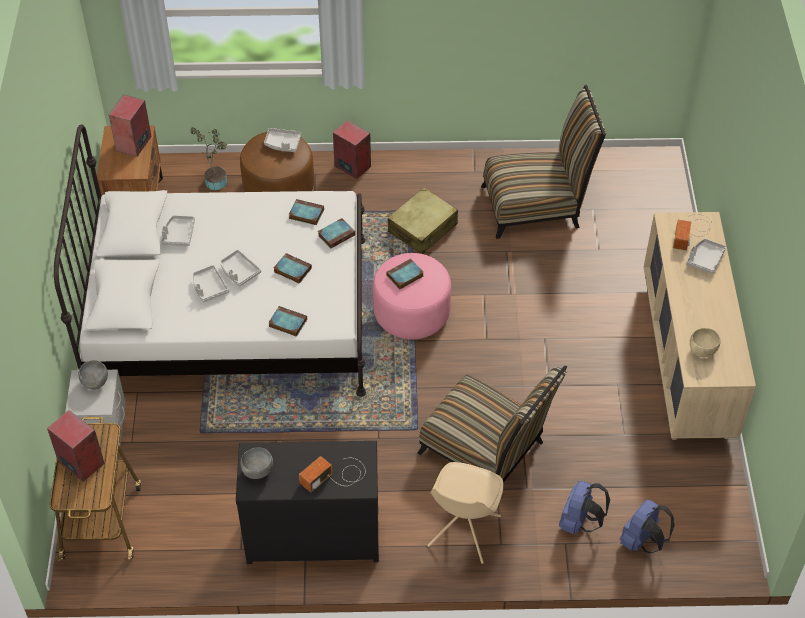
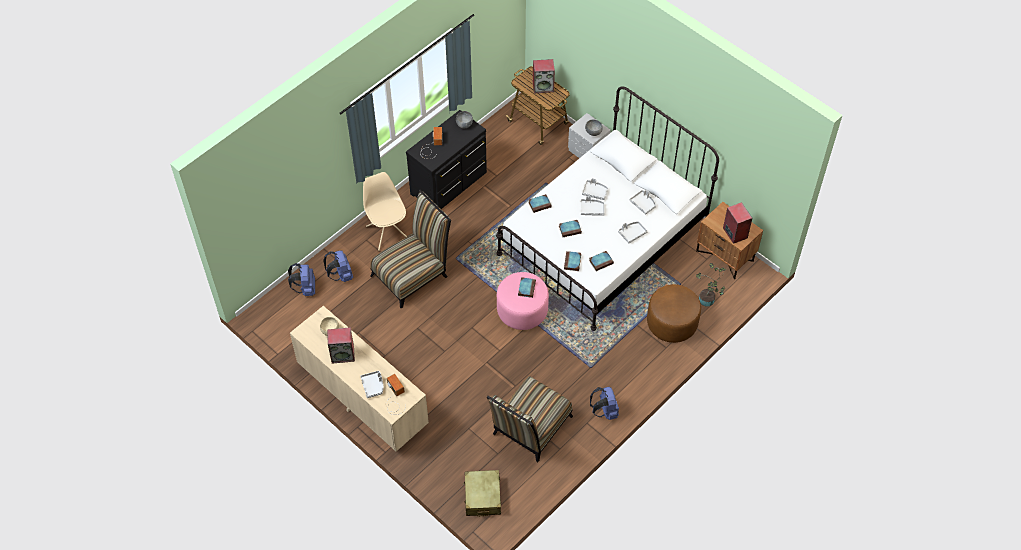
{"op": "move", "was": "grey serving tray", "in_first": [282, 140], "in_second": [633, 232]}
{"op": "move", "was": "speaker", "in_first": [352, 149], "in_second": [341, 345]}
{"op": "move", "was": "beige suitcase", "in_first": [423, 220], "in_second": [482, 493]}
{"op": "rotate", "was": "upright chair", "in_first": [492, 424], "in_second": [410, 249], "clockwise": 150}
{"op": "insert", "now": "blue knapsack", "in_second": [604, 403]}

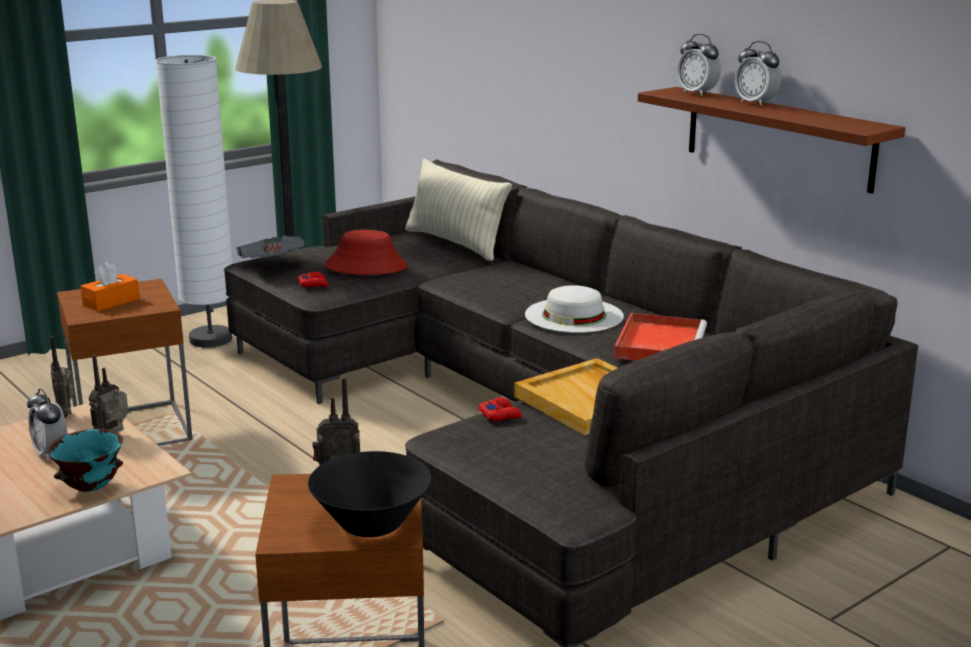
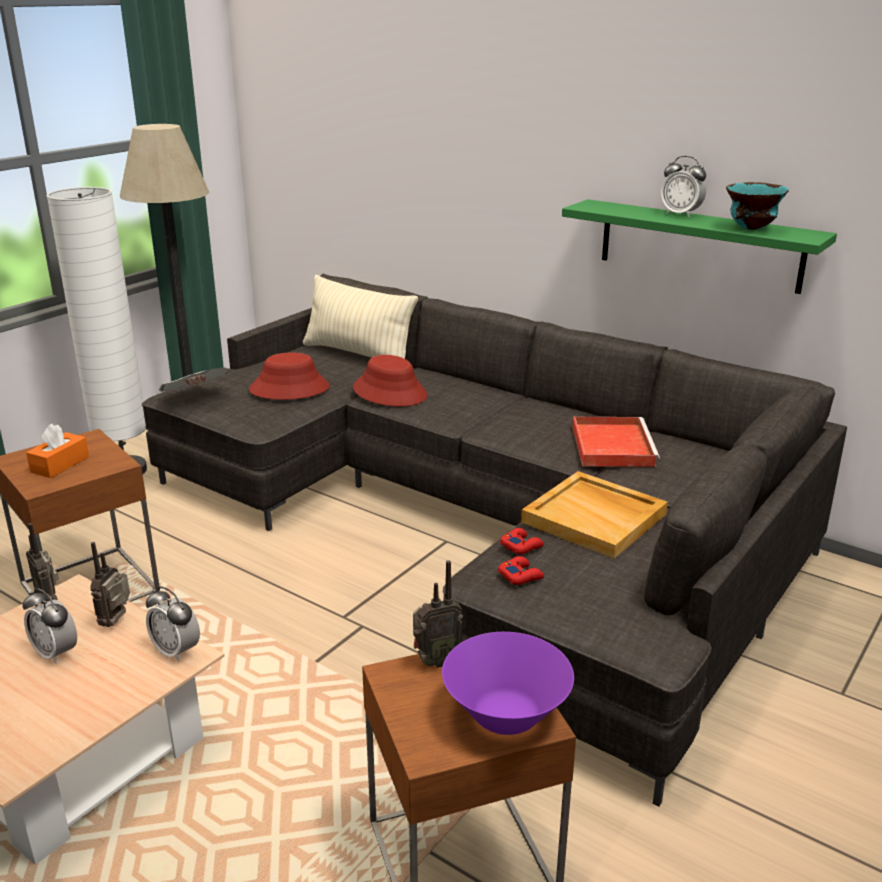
{"op": "move", "was": "turquoise-coloured bowl", "in_first": [85, 460], "in_second": [757, 206]}
{"op": "move", "was": "reddish game controller", "in_first": [313, 279], "in_second": [521, 570]}
{"op": "recolor", "was": "blackish bowl", "now": "purple bowl", "in_first": [369, 494], "in_second": [508, 683]}
{"op": "delete", "was": "white clothing hat", "in_first": [574, 309]}
{"op": "recolor", "was": "brown-coloured wall shelf", "now": "greenish wall shelf", "in_first": [771, 140], "in_second": [699, 246]}
{"op": "move", "was": "table clock", "in_first": [699, 65], "in_second": [173, 624]}
{"op": "insert", "now": "reddish clothing hat", "in_second": [390, 380]}

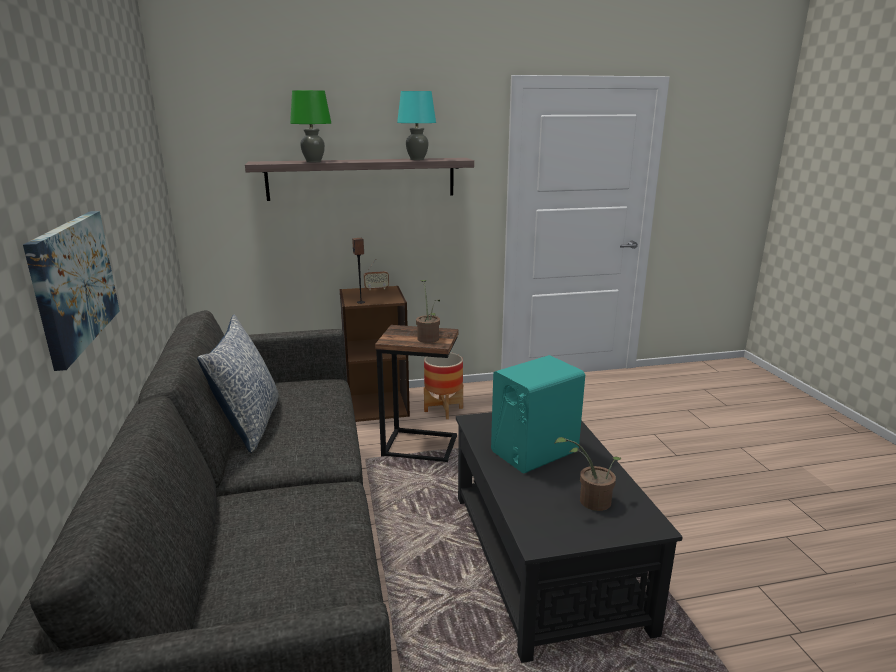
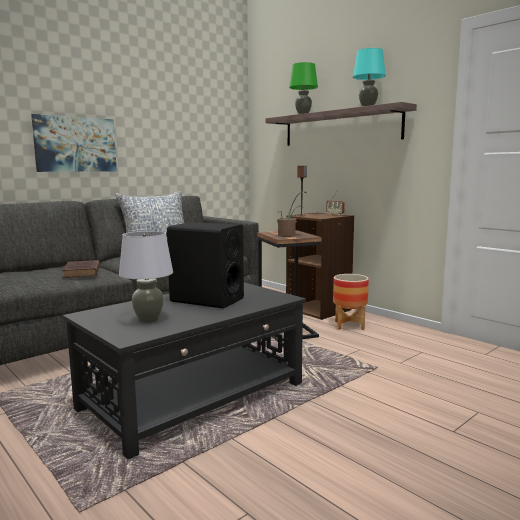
{"op": "recolor", "was": "turquoise-coloured speaker", "now": "blackish speaker", "in_first": [538, 414], "in_second": [205, 265]}
{"op": "replace", "was": "plant in a pot", "now": "grey tabletop lamp", "in_first": [587, 474], "in_second": [146, 277]}
{"op": "insert", "now": "brown-coloured book", "in_second": [81, 269]}

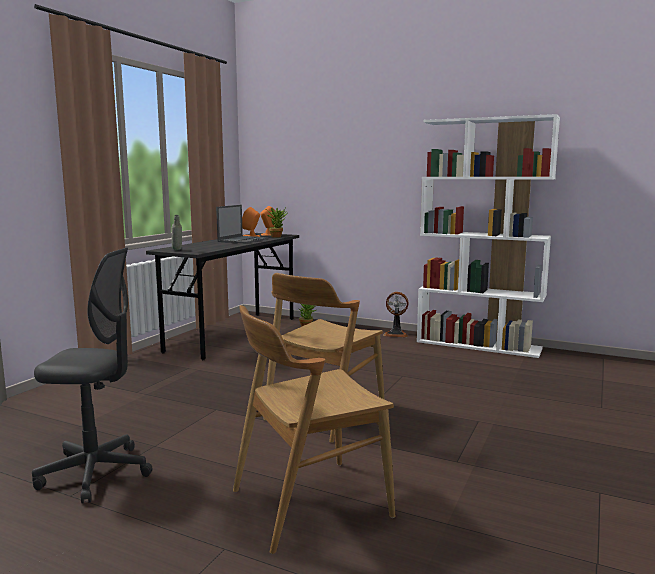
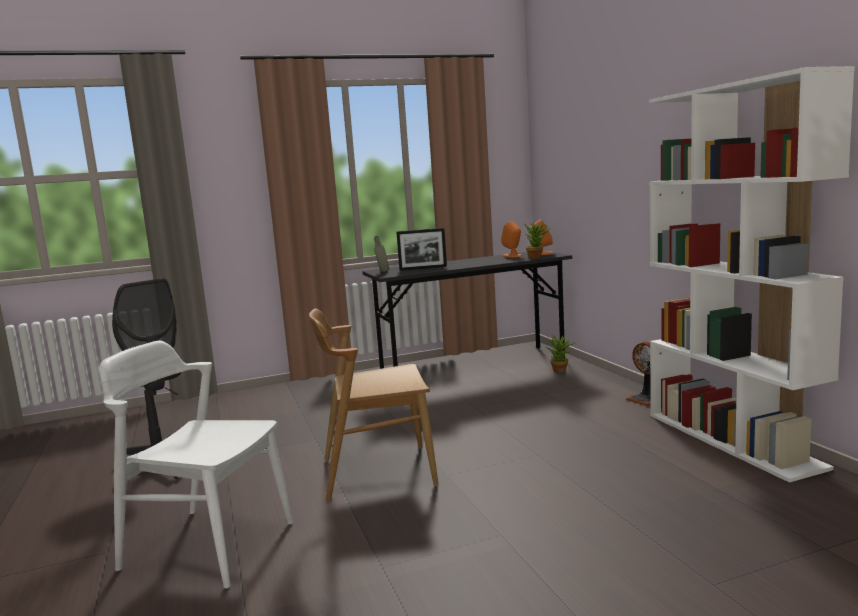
{"op": "delete", "was": "notebook computer", "in_first": [242, 224]}
{"op": "recolor", "was": "brown-coloured upright chair", "now": "white upright chair", "in_first": [314, 429], "in_second": [196, 465]}
{"op": "insert", "now": "photo frame", "in_second": [421, 249]}

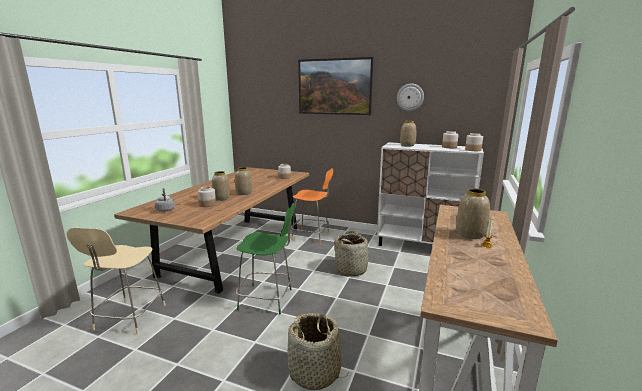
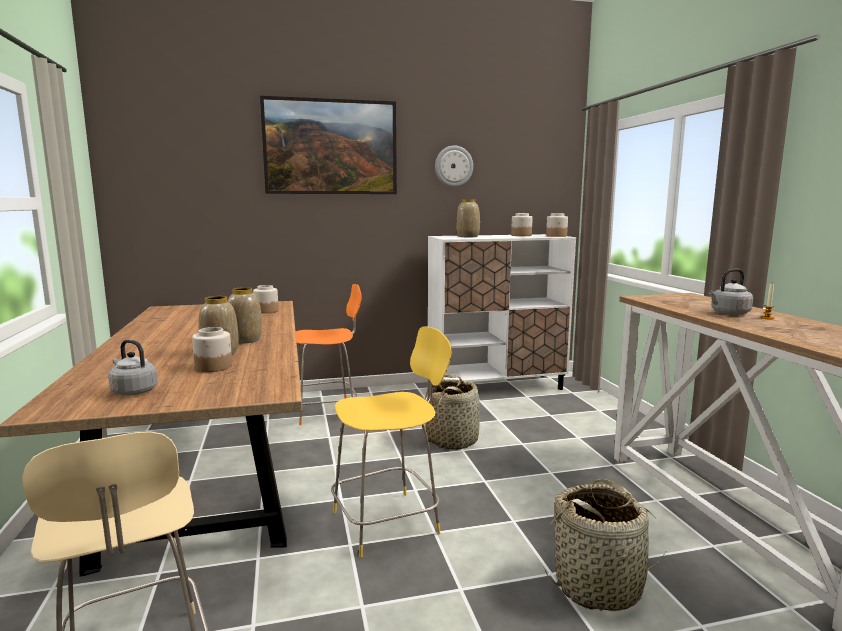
{"op": "recolor", "was": "greenish upright chair", "now": "yellow upright chair", "in_first": [265, 258], "in_second": [391, 441]}
{"op": "replace", "was": "vase", "now": "grey kettle", "in_first": [473, 213], "in_second": [730, 292]}

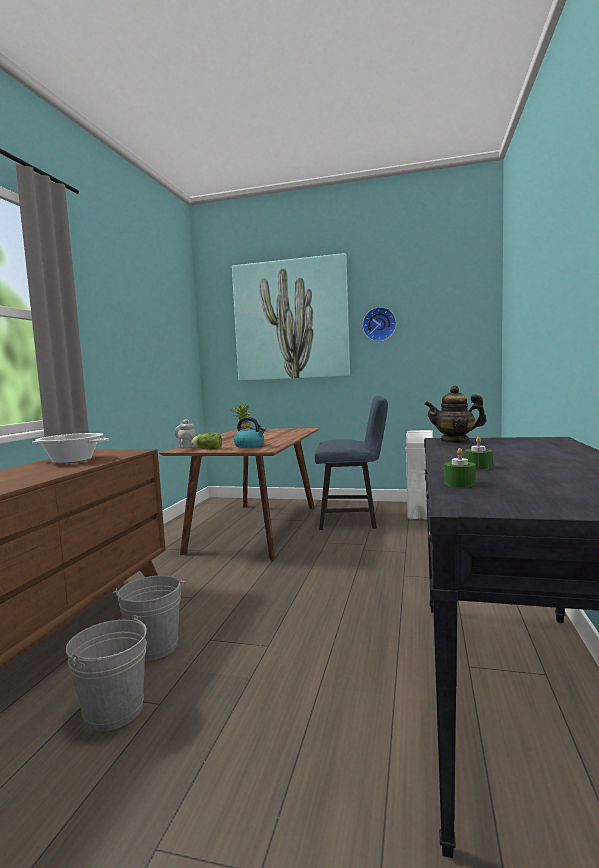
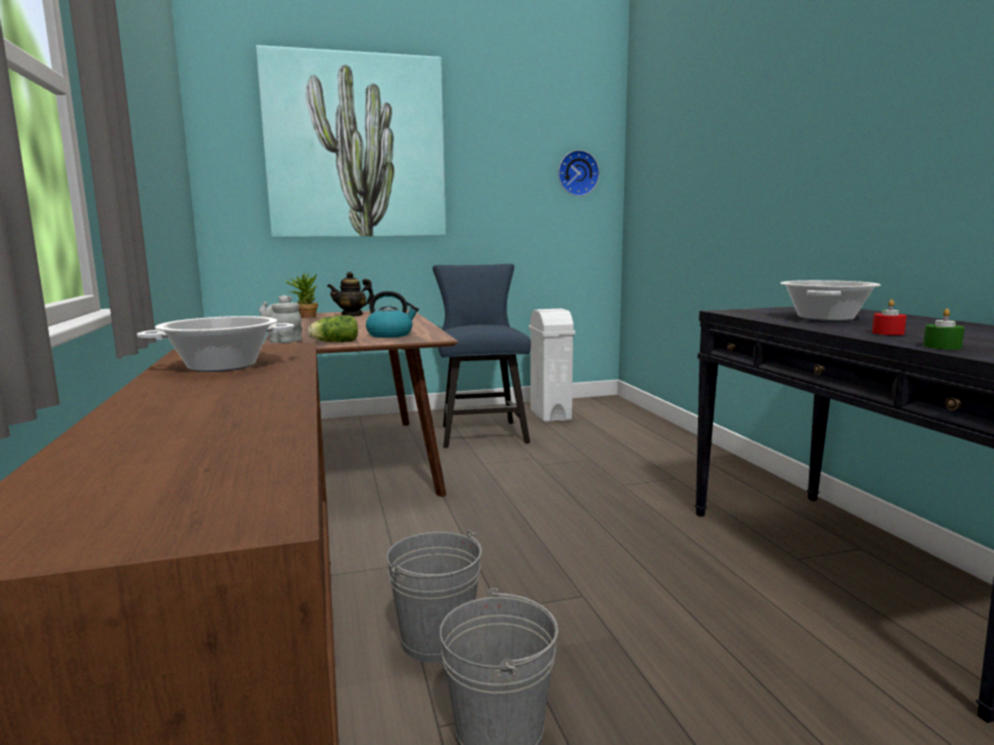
{"op": "rotate", "was": "blue upright chair", "in_first": [351, 463], "in_second": [482, 356], "clockwise": -75}
{"op": "move", "was": "clock on the wall", "in_first": [379, 324], "in_second": [579, 173]}
{"op": "move", "was": "pot for tea", "in_first": [455, 414], "in_second": [350, 294]}
{"op": "recolor", "was": "greenish wax light", "now": "reddish wax light", "in_first": [478, 453], "in_second": [889, 317]}
{"op": "insert", "now": "saucepot", "in_second": [830, 300]}

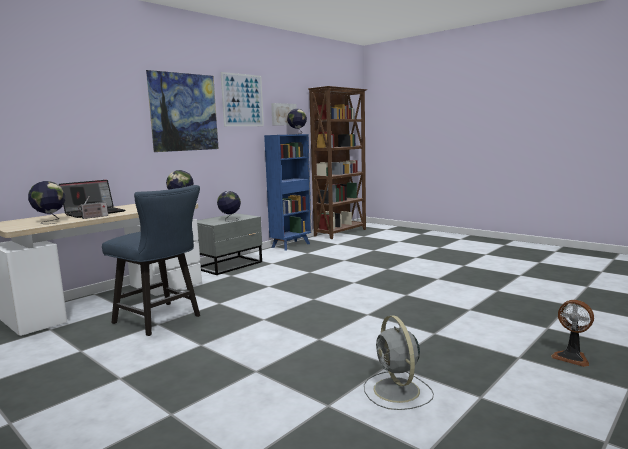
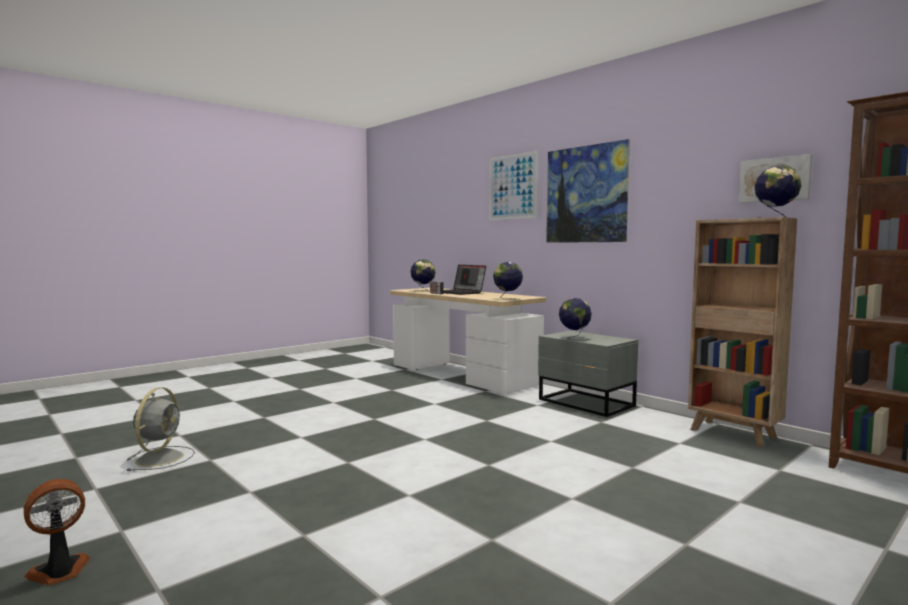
{"op": "delete", "was": "blue upright chair", "in_first": [151, 260]}
{"op": "move", "was": "wall picture", "in_first": [242, 99], "in_second": [513, 185]}
{"op": "recolor", "was": "blue bookshelf", "now": "brown-coloured bookshelf", "in_first": [288, 192], "in_second": [742, 332]}
{"op": "rotate", "was": "grey fan", "in_first": [399, 362], "in_second": [161, 429], "clockwise": 105}

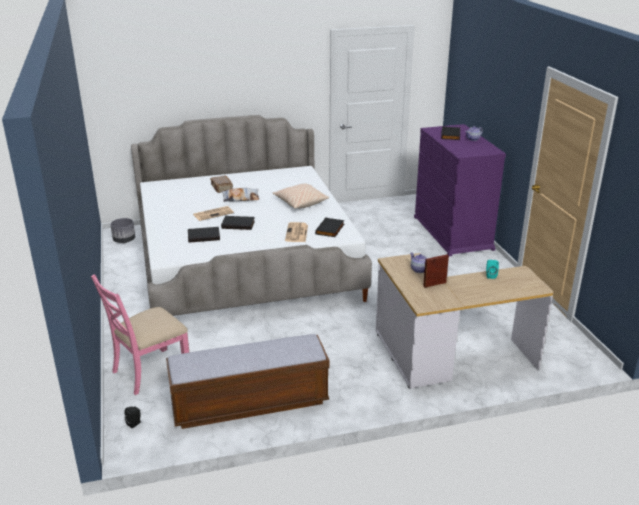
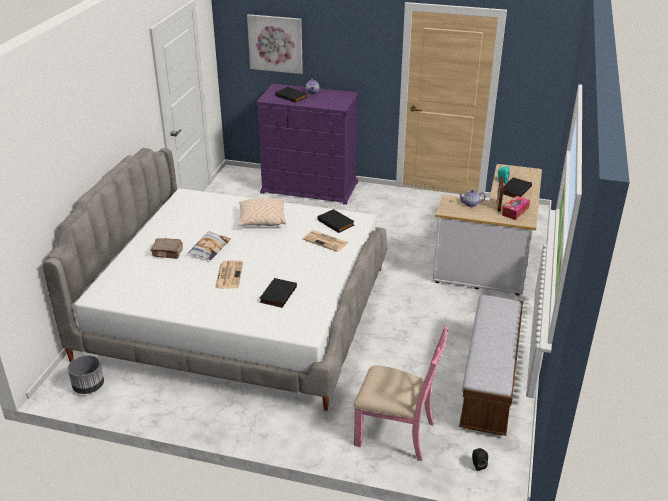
{"op": "rotate", "was": "pink upright chair", "in_first": [140, 334], "in_second": [401, 393], "clockwise": -60}
{"op": "move", "was": "blackish book", "in_first": [238, 223], "in_second": [517, 187]}
{"op": "insert", "now": "wall picture", "in_second": [275, 44]}
{"op": "insert", "now": "tissue box", "in_second": [516, 208]}

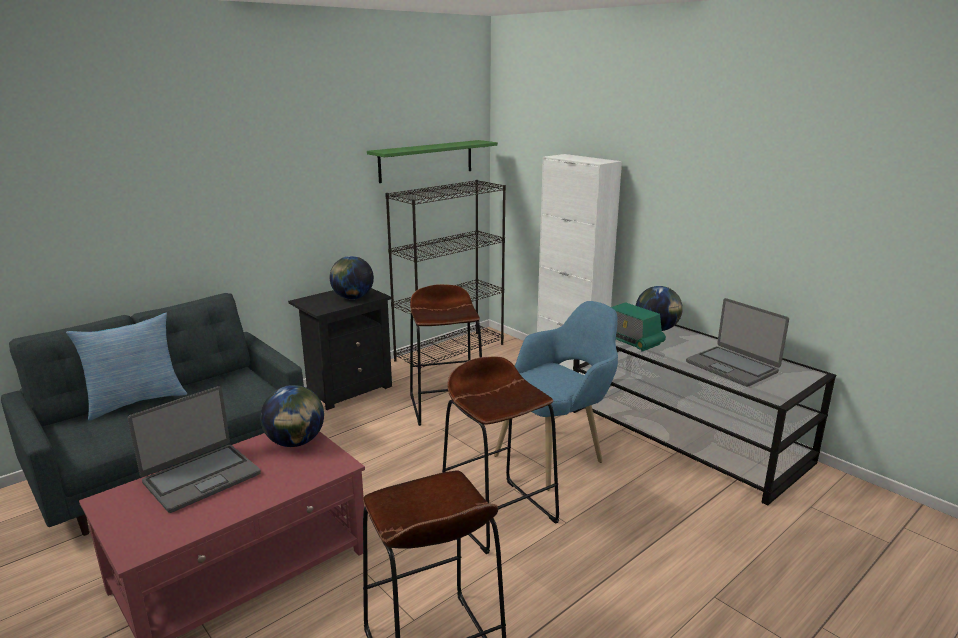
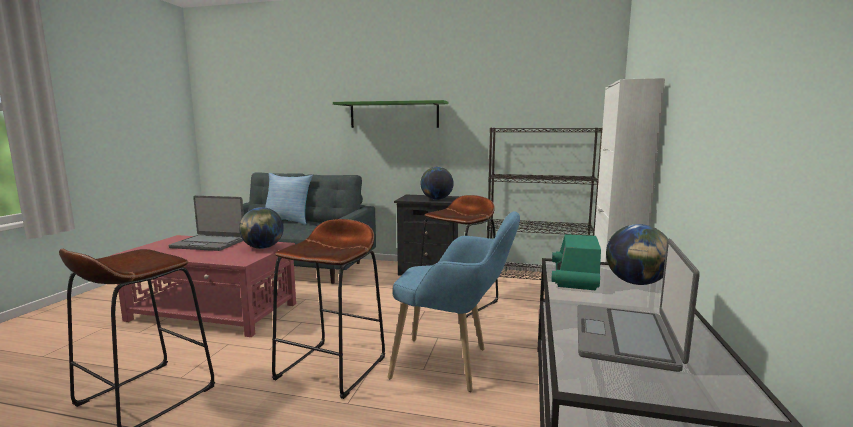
{"op": "move", "was": "greenish wall shelf", "in_first": [432, 161], "in_second": [390, 114]}

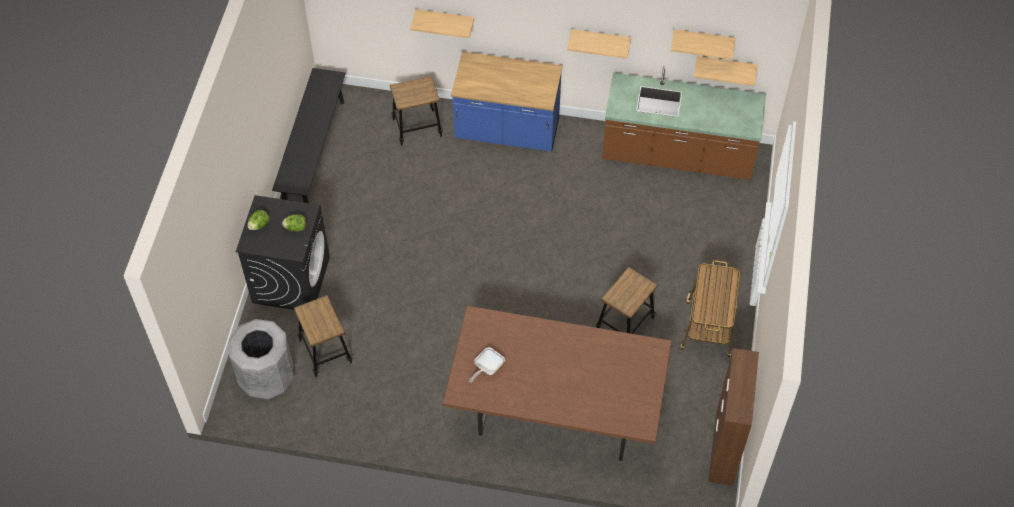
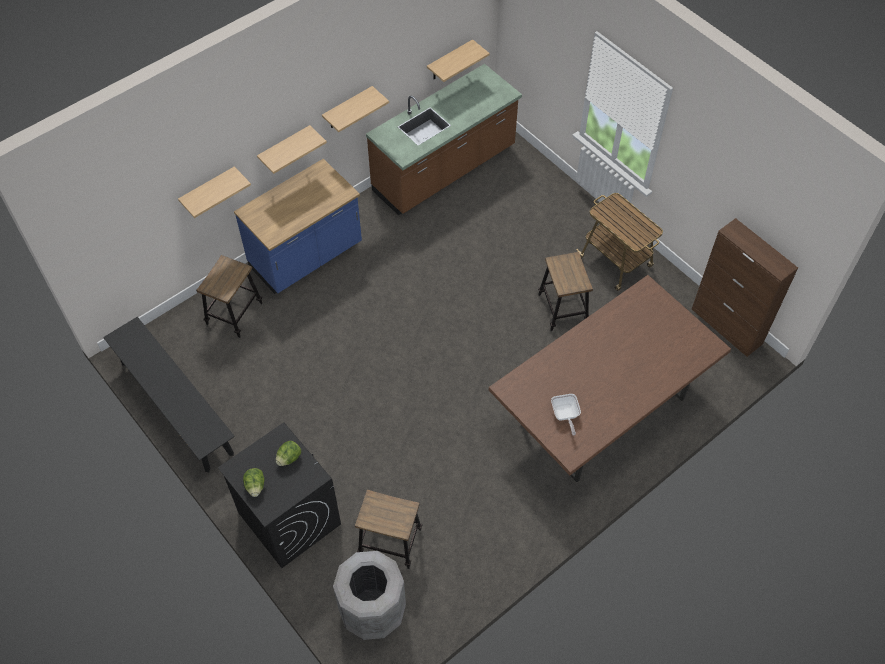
{"op": "move", "was": "wall shelf", "in_first": [703, 44], "in_second": [292, 149]}

